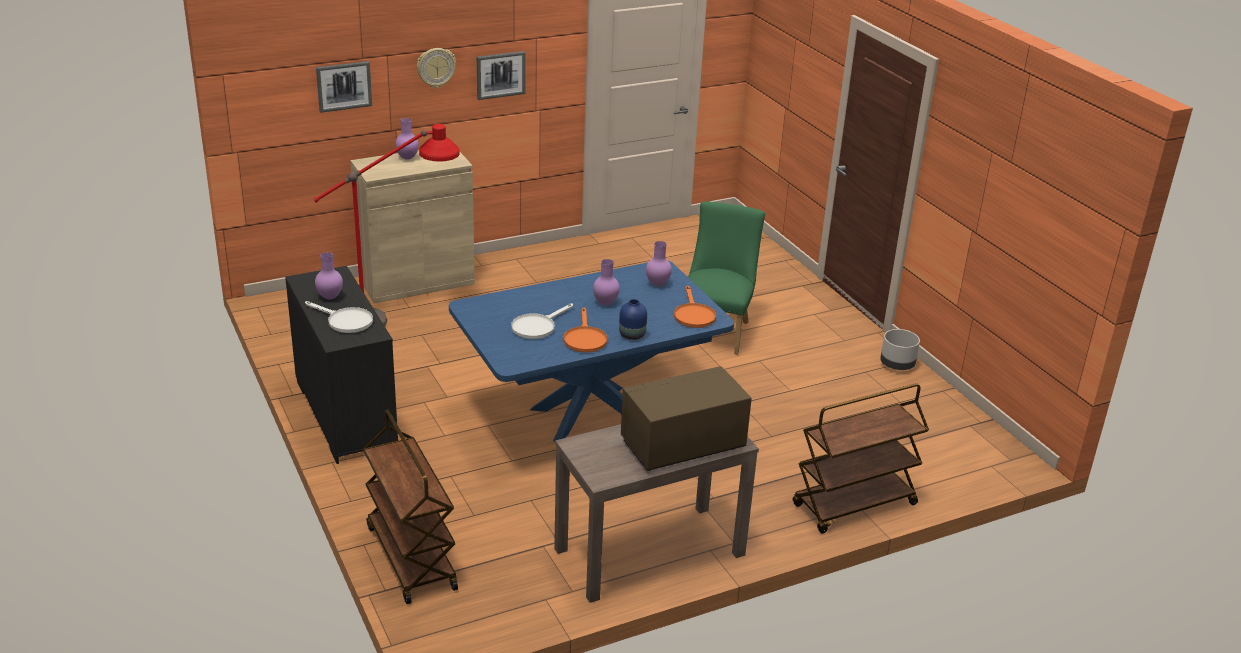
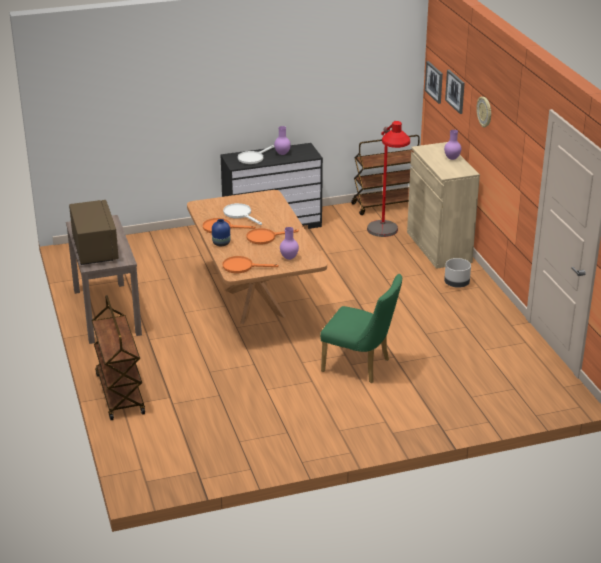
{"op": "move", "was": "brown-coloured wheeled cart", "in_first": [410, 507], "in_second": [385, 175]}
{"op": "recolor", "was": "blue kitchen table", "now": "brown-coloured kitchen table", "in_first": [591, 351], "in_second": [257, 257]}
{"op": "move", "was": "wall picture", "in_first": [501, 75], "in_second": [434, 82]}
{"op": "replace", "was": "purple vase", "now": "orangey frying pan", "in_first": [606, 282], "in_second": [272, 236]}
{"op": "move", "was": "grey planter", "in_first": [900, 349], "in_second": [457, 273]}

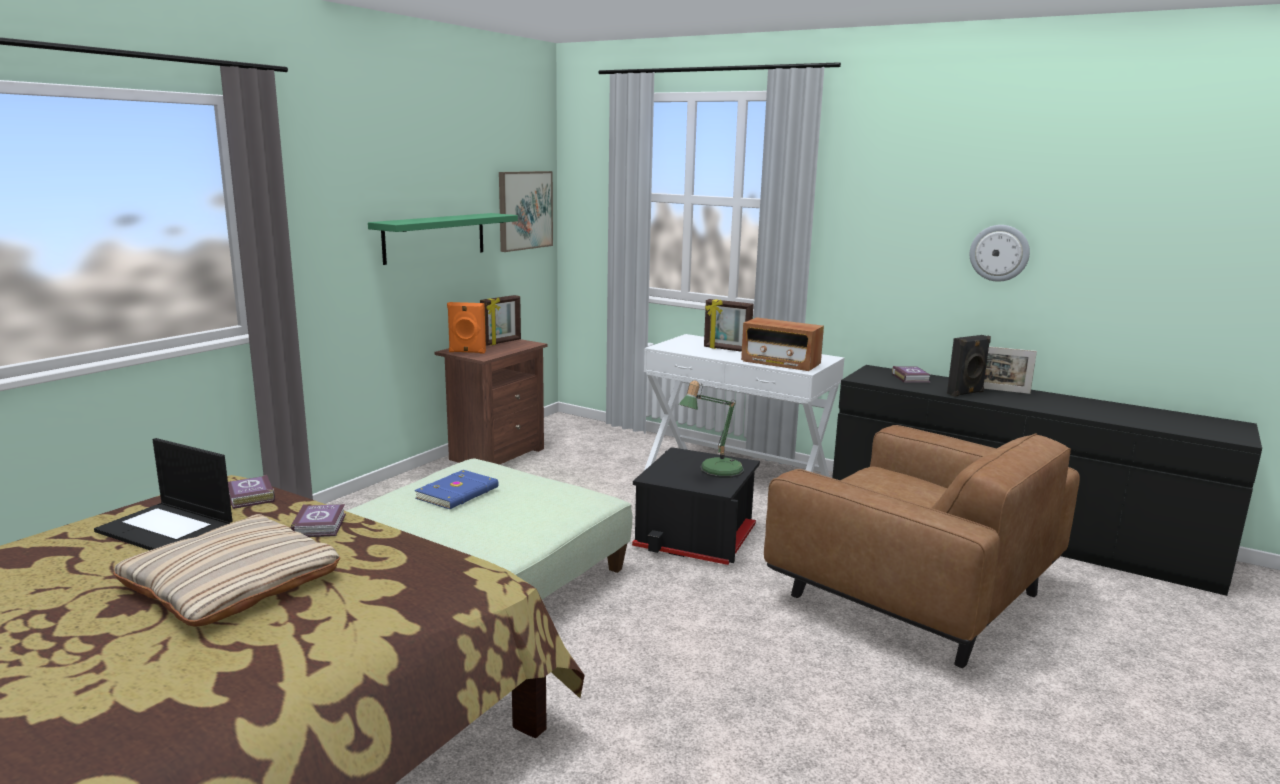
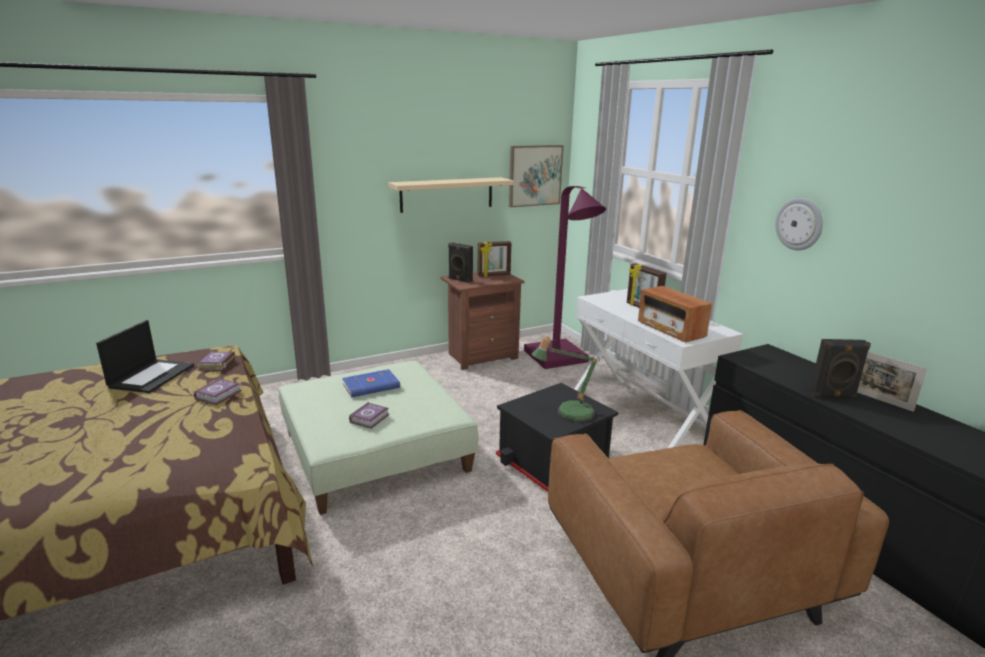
{"op": "rotate", "was": "notebook computer", "in_first": [163, 494], "in_second": [145, 356], "clockwise": -135}
{"op": "delete", "was": "beige throw pillow", "in_first": [226, 570]}
{"op": "recolor", "was": "greenish wall shelf", "now": "beige wall shelf", "in_first": [443, 239], "in_second": [451, 195]}
{"op": "recolor", "was": "orangey speaker", "now": "blackish speaker", "in_first": [466, 328], "in_second": [460, 262]}
{"op": "move", "was": "book", "in_first": [911, 374], "in_second": [369, 415]}
{"op": "move", "was": "clock on the wall", "in_first": [1000, 253], "in_second": [799, 224]}
{"op": "insert", "now": "purple standing lamp", "in_second": [565, 277]}

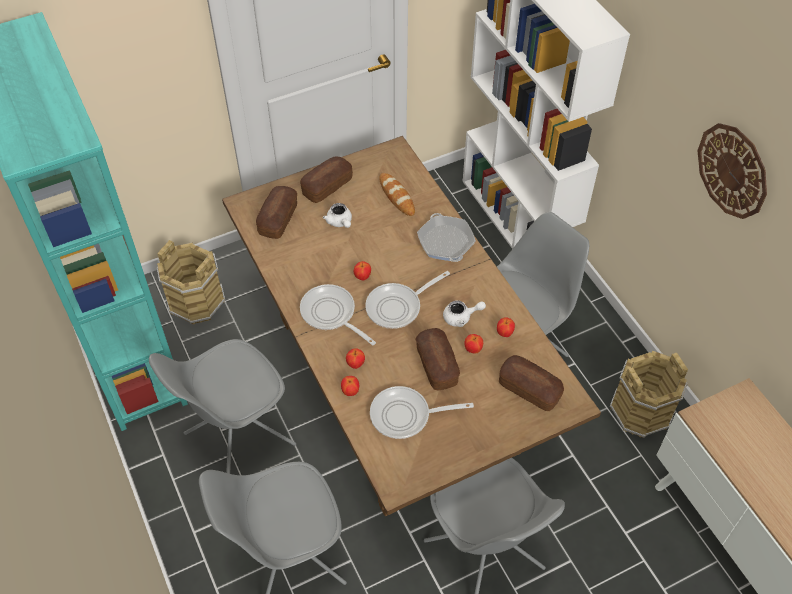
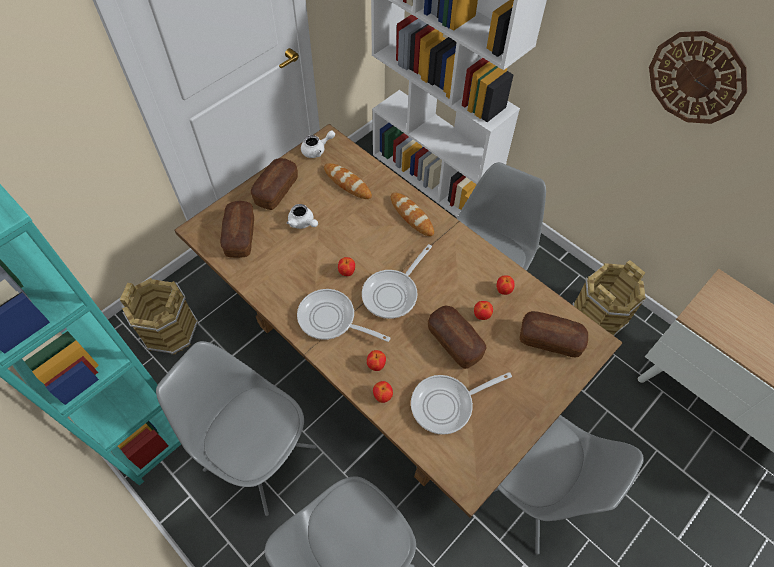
{"op": "rotate", "was": "grey upright chair", "in_first": [222, 406], "in_second": [236, 428], "clockwise": 90}
{"op": "replace", "was": "frying pan", "now": "bread", "in_first": [446, 237], "in_second": [412, 214]}
{"op": "move", "was": "white pot for tea", "in_first": [464, 313], "in_second": [318, 144]}

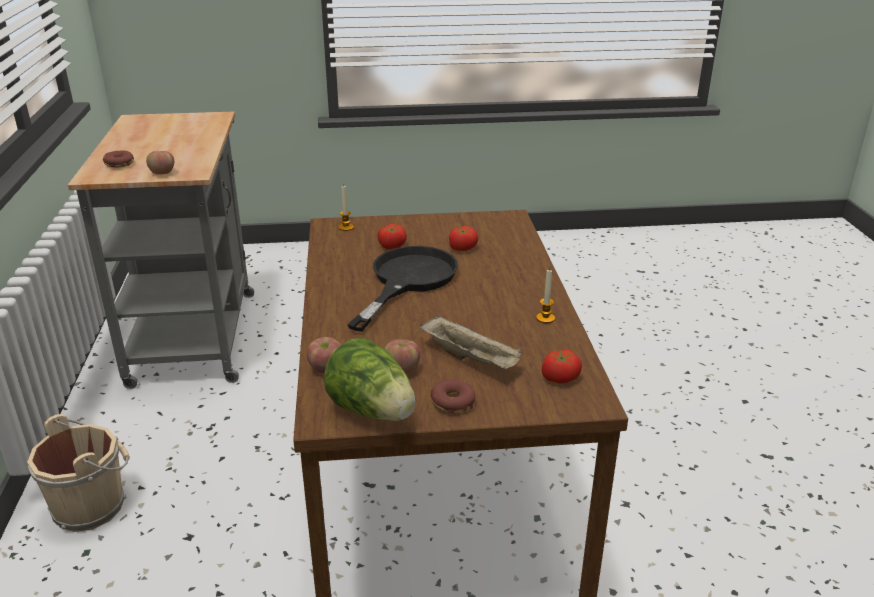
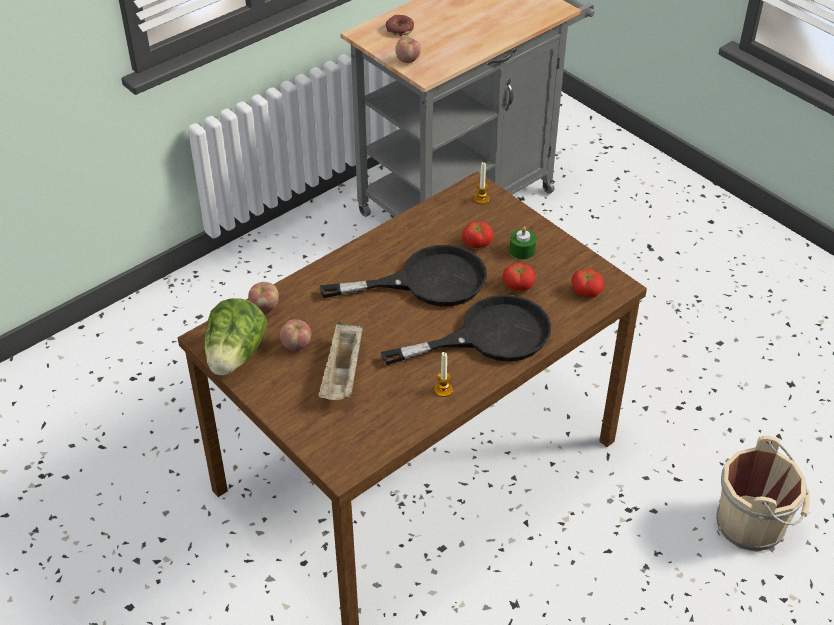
{"op": "move", "was": "beige pail", "in_first": [78, 473], "in_second": [763, 494]}
{"op": "delete", "was": "donut", "in_first": [452, 396]}
{"op": "move", "was": "whole tomato", "in_first": [562, 367], "in_second": [587, 283]}
{"op": "insert", "now": "blackish frying pan", "in_second": [466, 330]}
{"op": "insert", "now": "greenish wax light", "in_second": [523, 243]}

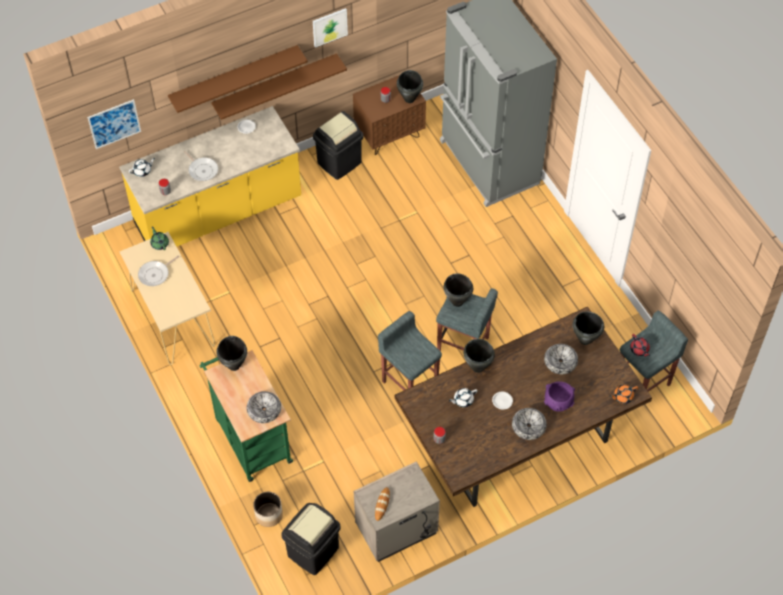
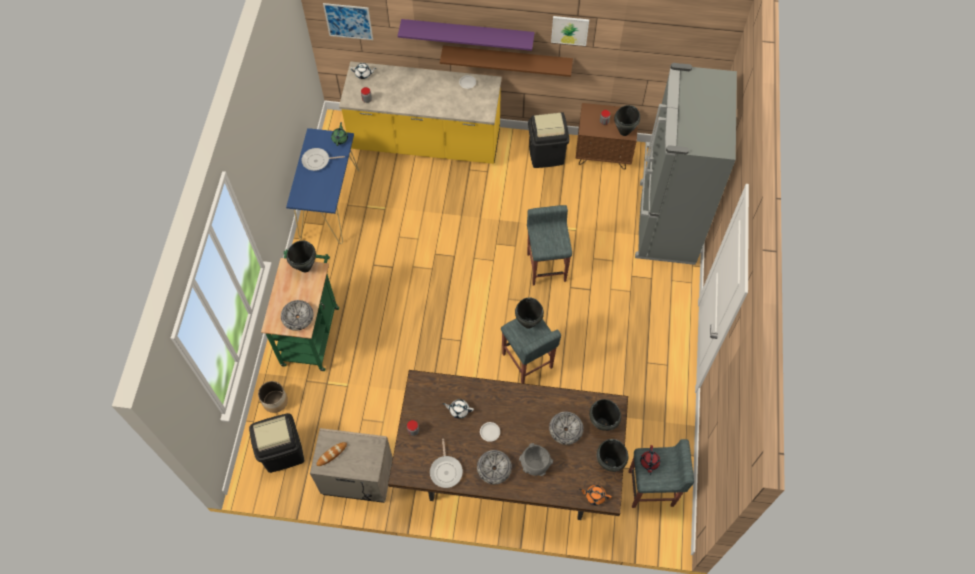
{"op": "recolor", "was": "beige narrow table", "now": "blue narrow table", "in_first": [167, 298], "in_second": [323, 186]}
{"op": "recolor", "was": "brown-coloured wall shelf", "now": "purple wall shelf", "in_first": [238, 79], "in_second": [466, 35]}
{"op": "move", "was": "frying pan", "in_first": [201, 166], "in_second": [446, 463]}
{"op": "move", "was": "grey sitting stool", "in_first": [410, 351], "in_second": [549, 245]}
{"op": "move", "was": "blackish saucepot", "in_first": [479, 356], "in_second": [612, 455]}
{"op": "recolor", "was": "purple bowl", "now": "grey bowl", "in_first": [559, 396], "in_second": [536, 459]}

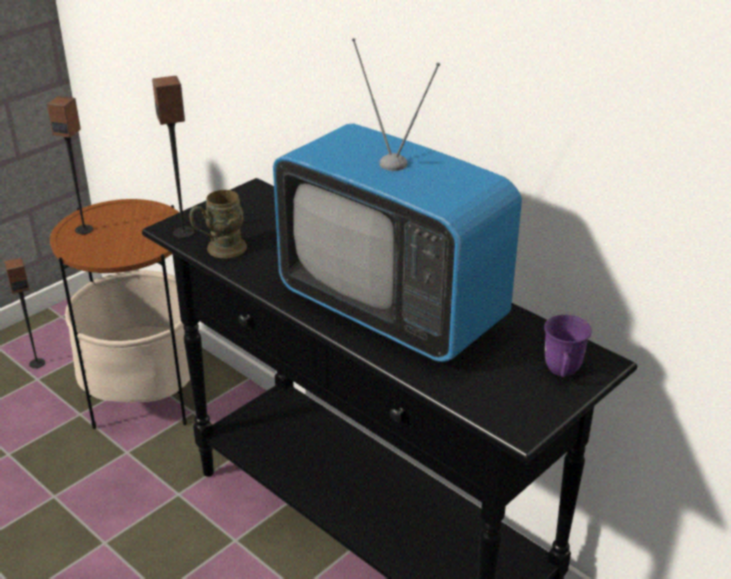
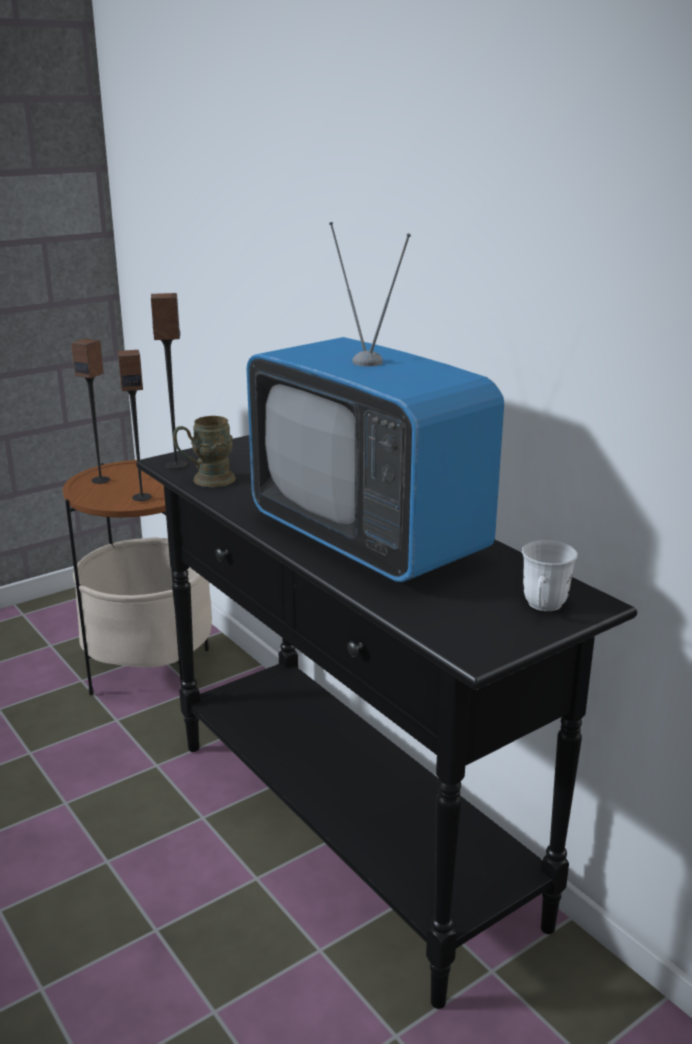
{"op": "move", "was": "speaker", "in_first": [24, 313], "in_second": [135, 425]}
{"op": "recolor", "was": "purple tea mug", "now": "white tea mug", "in_first": [568, 346], "in_second": [550, 575]}

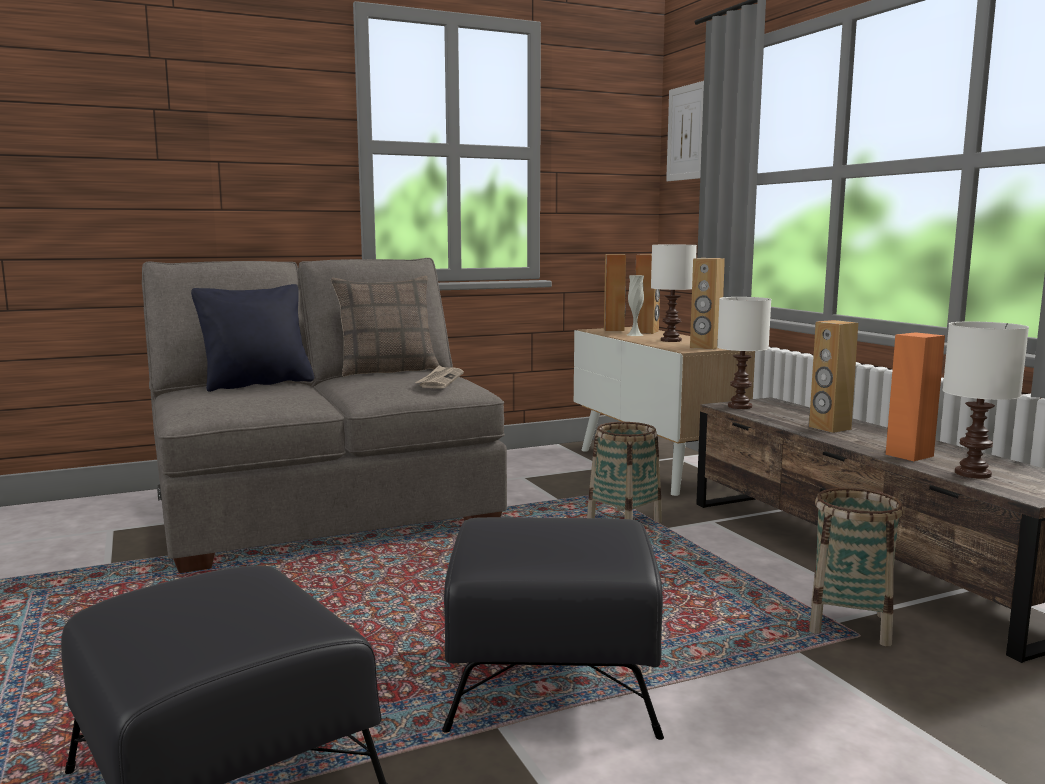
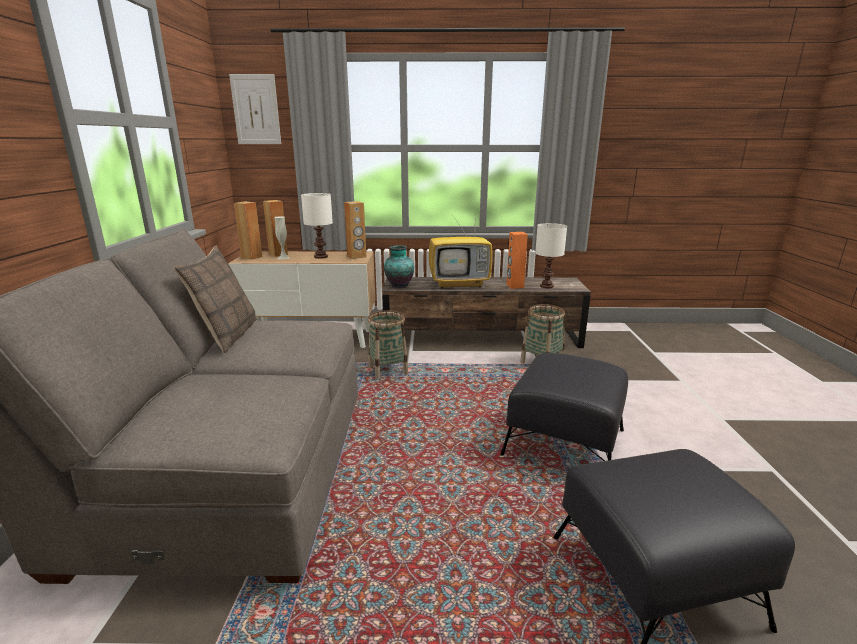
{"op": "delete", "was": "blackish throw pillow", "in_first": [252, 338]}
{"op": "delete", "was": "newspaper", "in_first": [439, 377]}
{"op": "replace", "was": "white tabletop lamp", "now": "vase", "in_first": [744, 353], "in_second": [399, 266]}
{"op": "replace", "was": "brown-coloured speaker", "now": "TV set", "in_first": [833, 376], "in_second": [460, 249]}

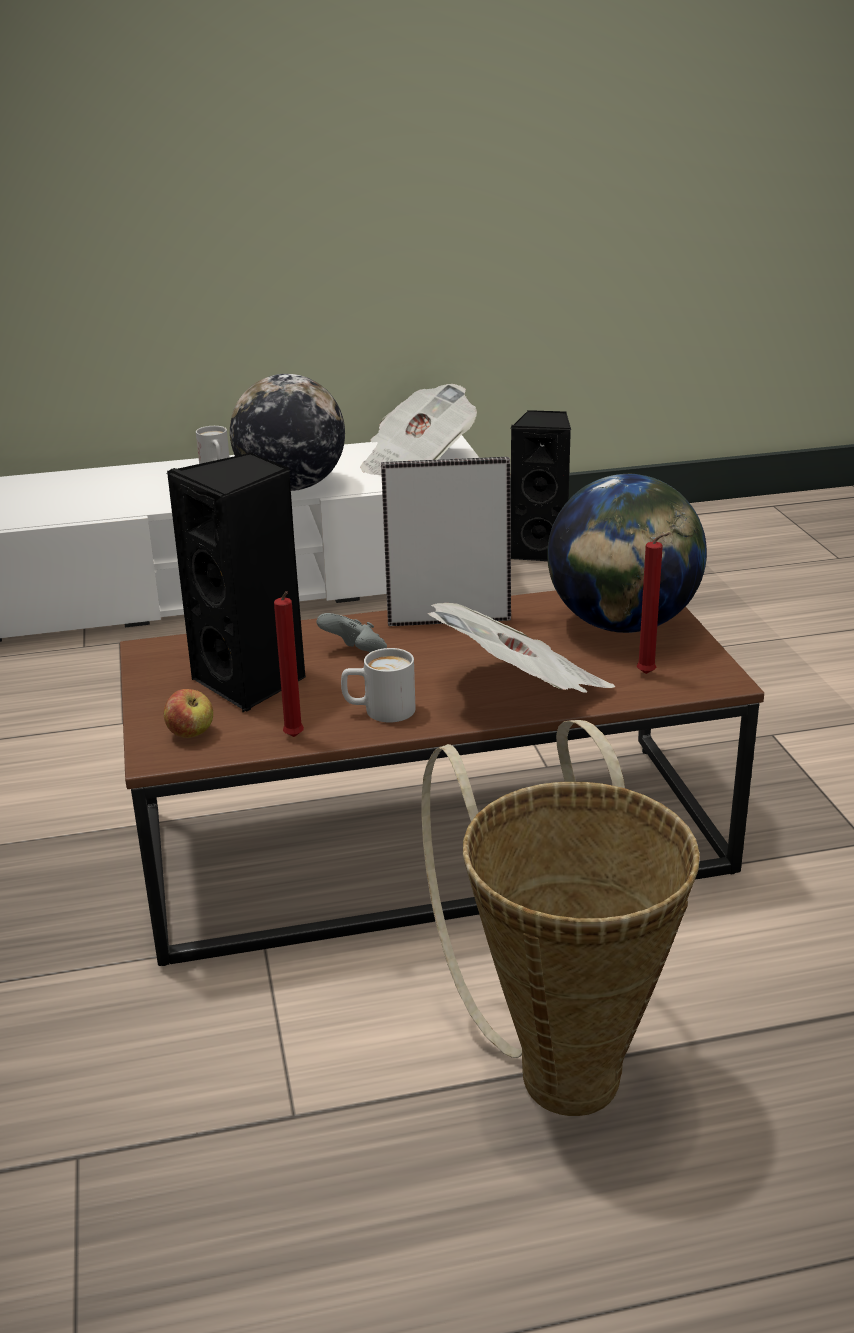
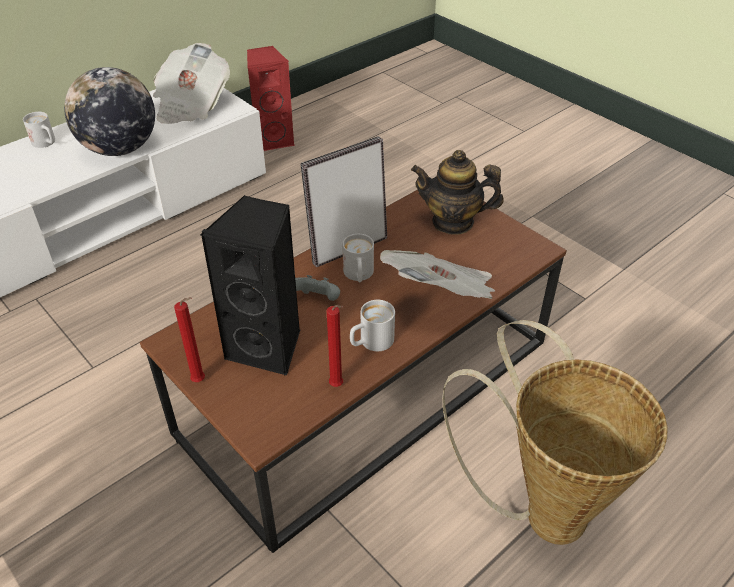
{"op": "delete", "was": "apple fruit", "in_first": [188, 713]}
{"op": "recolor", "was": "blackish speaker", "now": "reddish speaker", "in_first": [541, 485], "in_second": [271, 98]}
{"op": "replace", "was": "desk globe", "now": "pot for tea", "in_first": [627, 553], "in_second": [457, 192]}
{"op": "move", "was": "reddish wax light", "in_first": [654, 603], "in_second": [189, 339]}
{"op": "insert", "now": "white tea mug", "in_second": [358, 258]}

